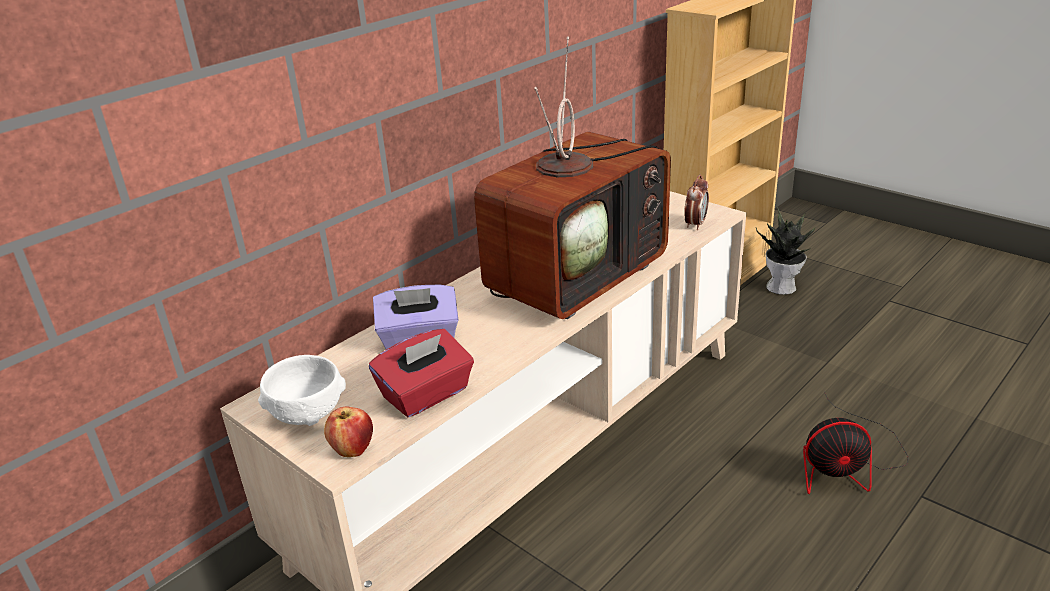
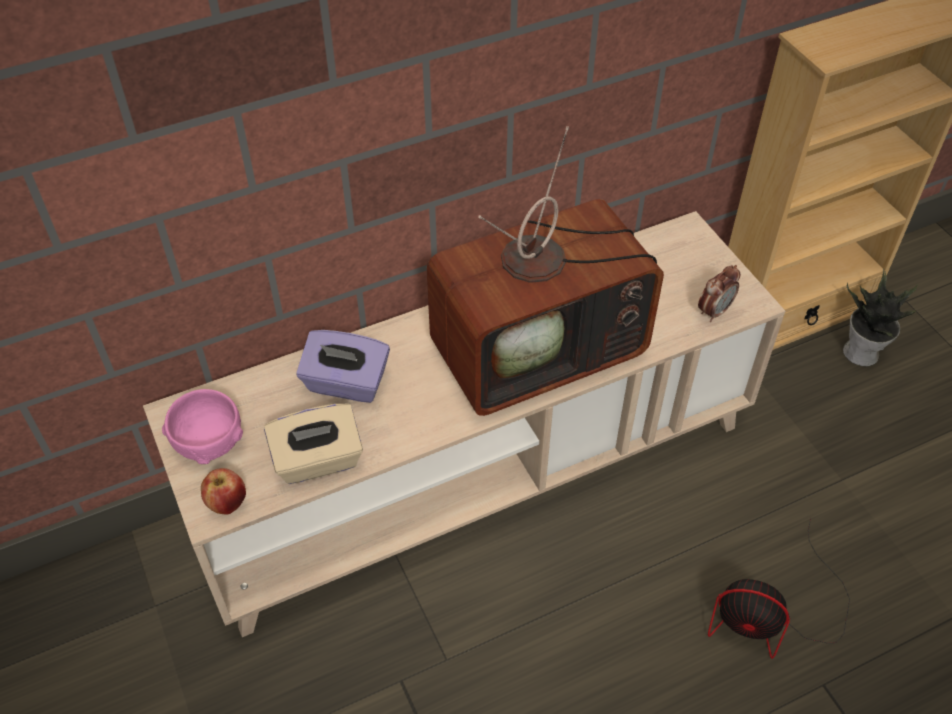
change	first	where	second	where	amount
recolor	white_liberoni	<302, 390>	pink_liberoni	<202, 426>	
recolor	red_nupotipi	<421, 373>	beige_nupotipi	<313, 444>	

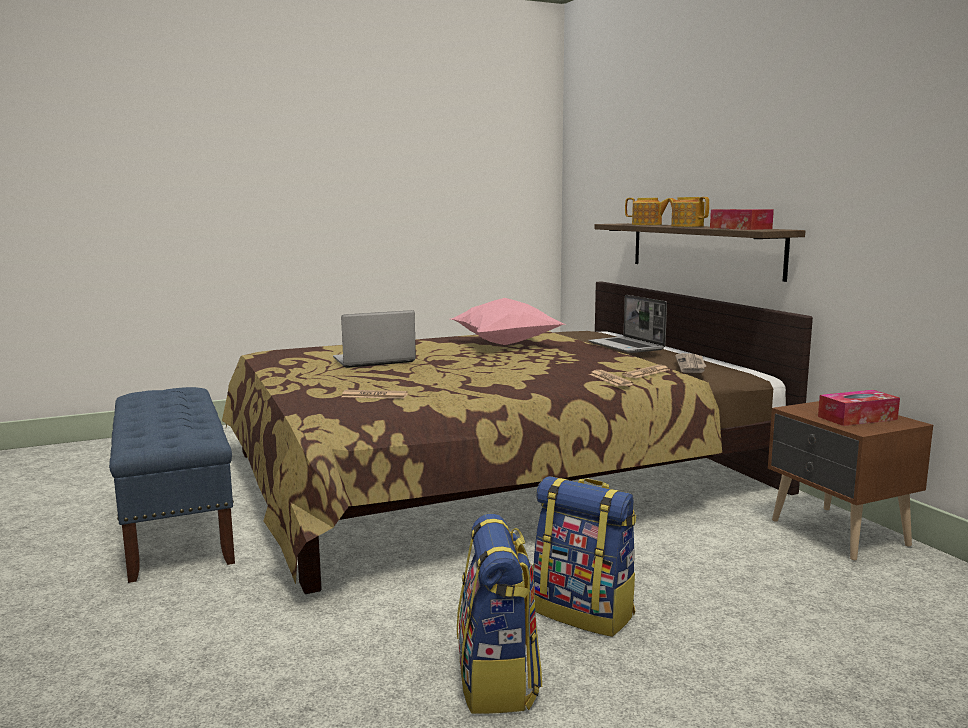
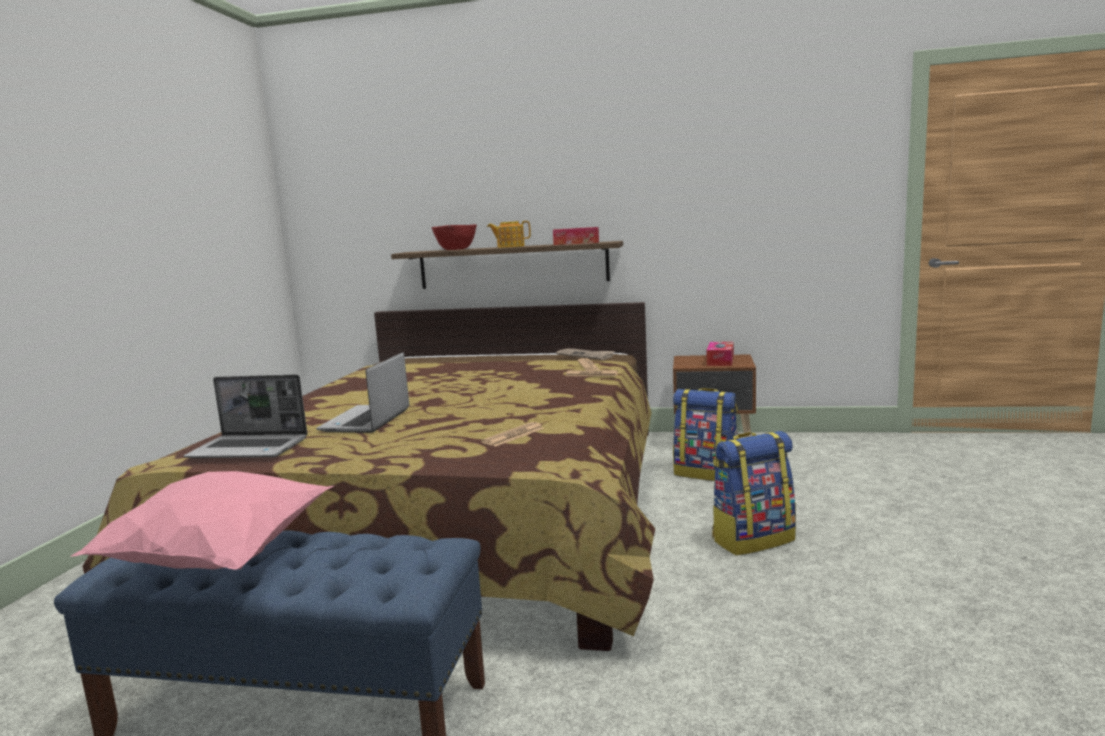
change	first	where	second	where	amount
move	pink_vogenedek	<507, 321>		<202, 520>	
move	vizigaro	<499, 614>		<705, 434>	
move	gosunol	<627, 324>		<245, 416>	
replace	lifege	<646, 211>	red_liberoni	<454, 237>	

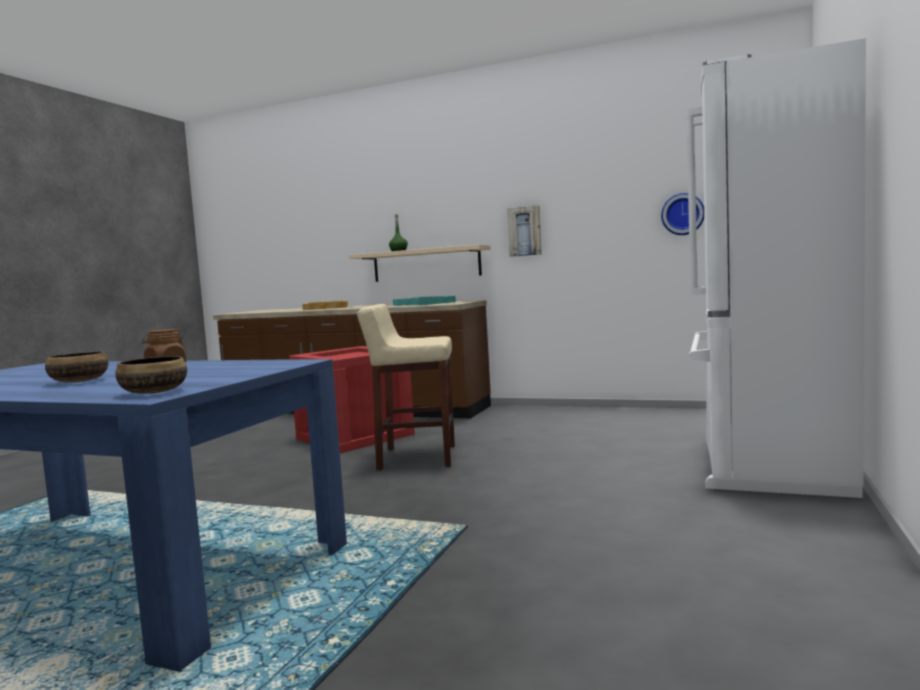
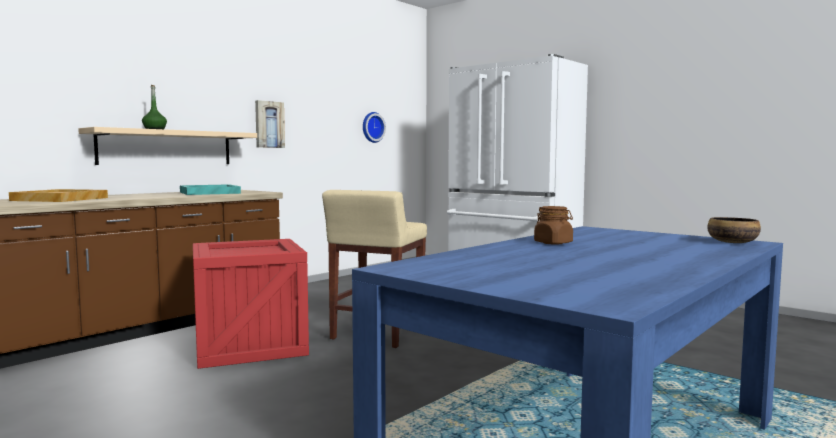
change	first	where	second	where	amount
delete	liberoni	<76, 367>			

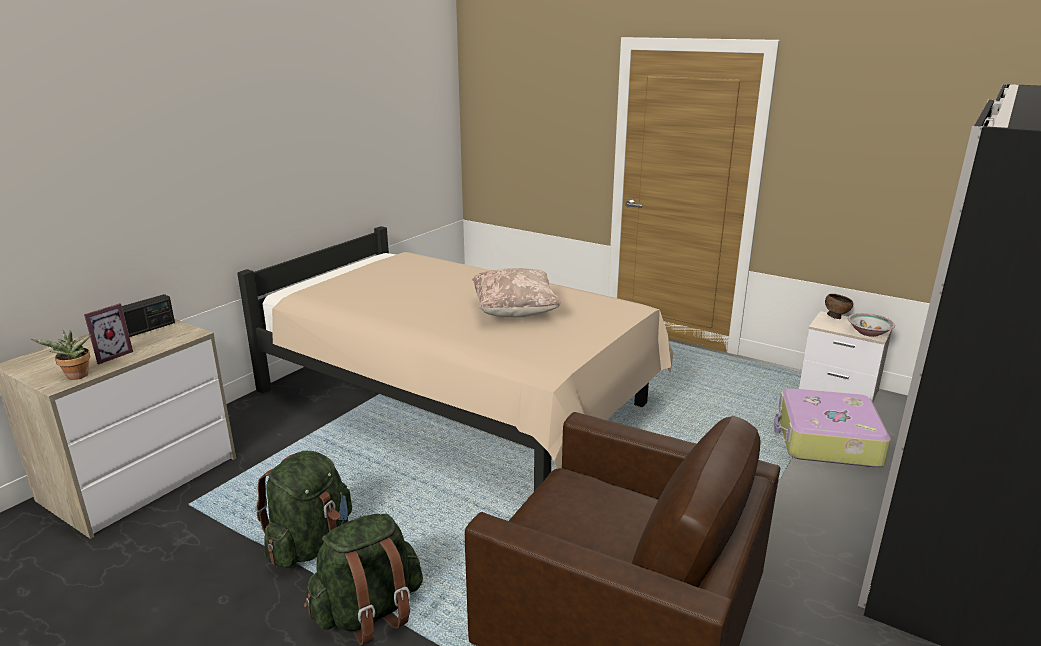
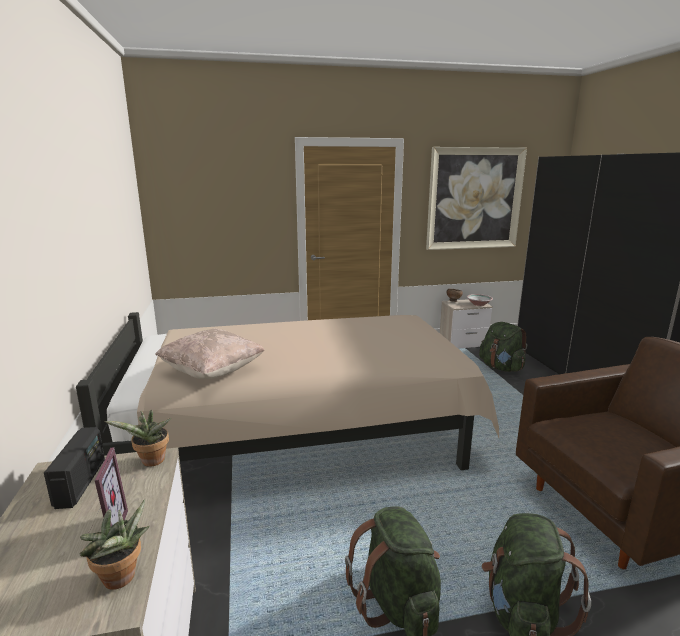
change	first	where	second	where	amount
insert			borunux	<138, 438>	
insert			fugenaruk	<476, 198>	
move	beige_vogenedek	<516, 293>		<210, 353>	
replace	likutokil	<832, 427>	green_vizigaro	<503, 347>	

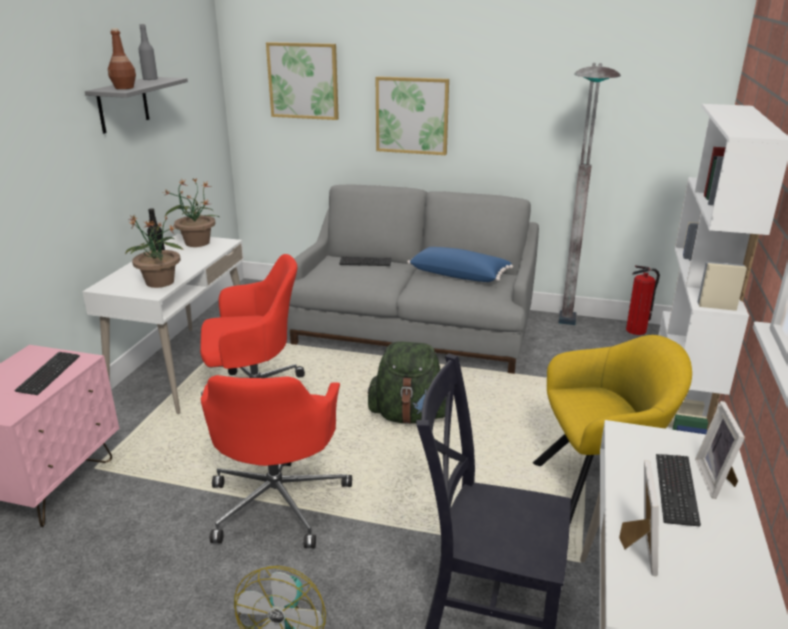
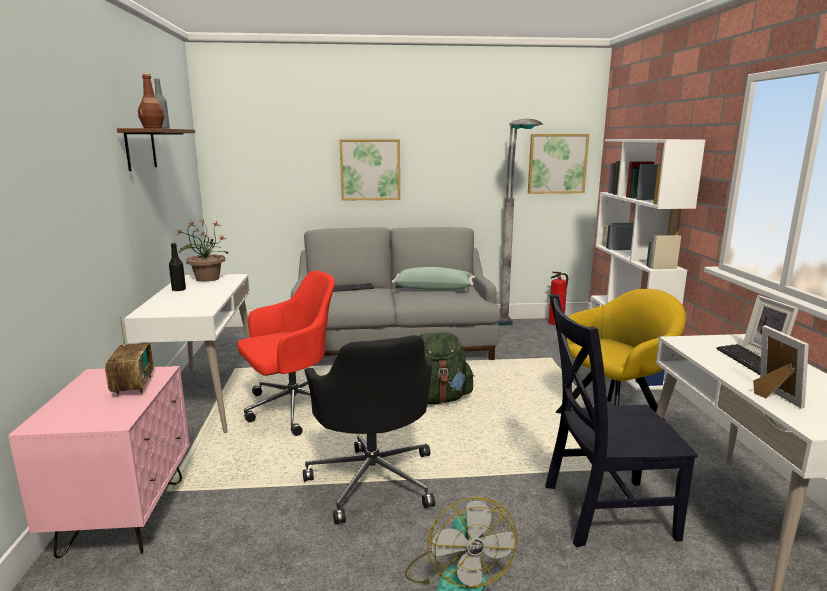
change	first	where	second	where	amount
delete	borunux	<155, 251>			
move	fugenaruk	<302, 81>		<558, 164>	
replace	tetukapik	<47, 373>	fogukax	<129, 357>	
recolor	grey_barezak	<136, 105>	brown_barezak	<156, 149>	
recolor	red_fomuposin	<276, 461>	black_fomuposin	<369, 429>	
recolor	blue_vogenedek	<460, 264>	green_vogenedek	<433, 278>	

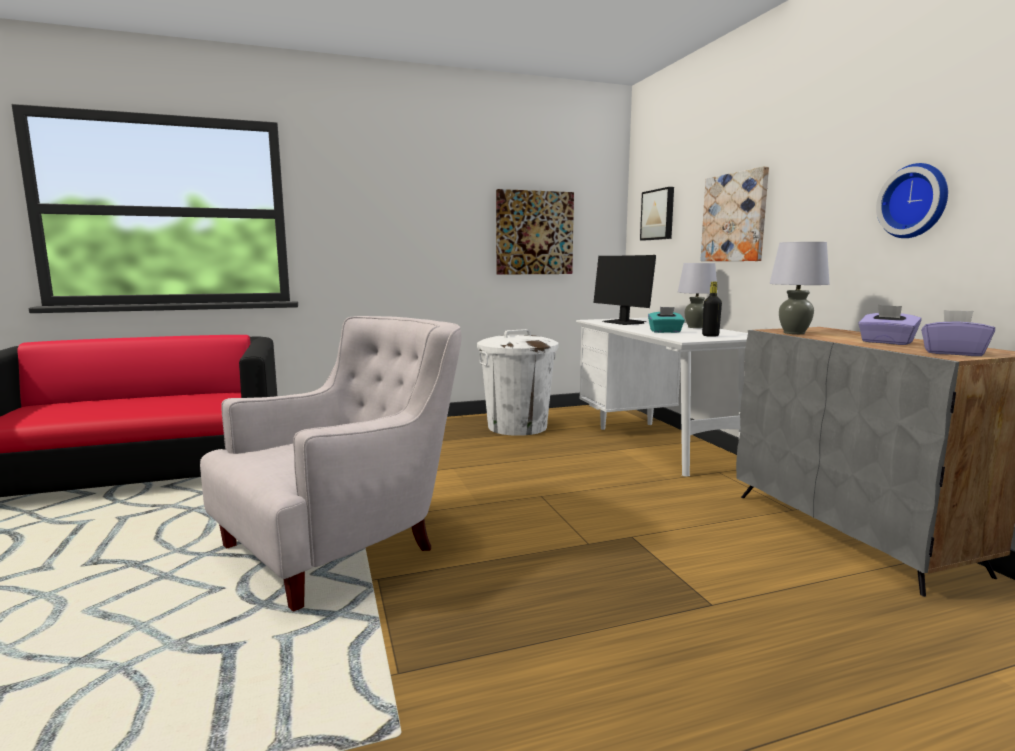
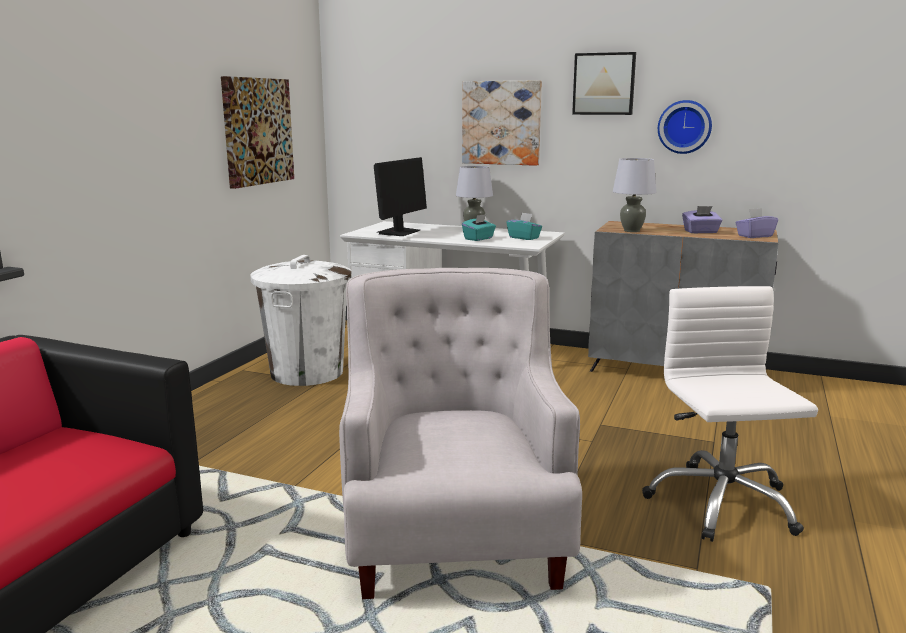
change	first	where	second	where	amount
insert			white_fomuposin	<730, 414>	
move	fugenaruk	<657, 214>		<604, 83>	
replace	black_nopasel	<712, 309>	turquoise_nupotipi	<524, 226>	
rotate	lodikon	<624, 290>		<400, 196>	75 degrees counterclockwise

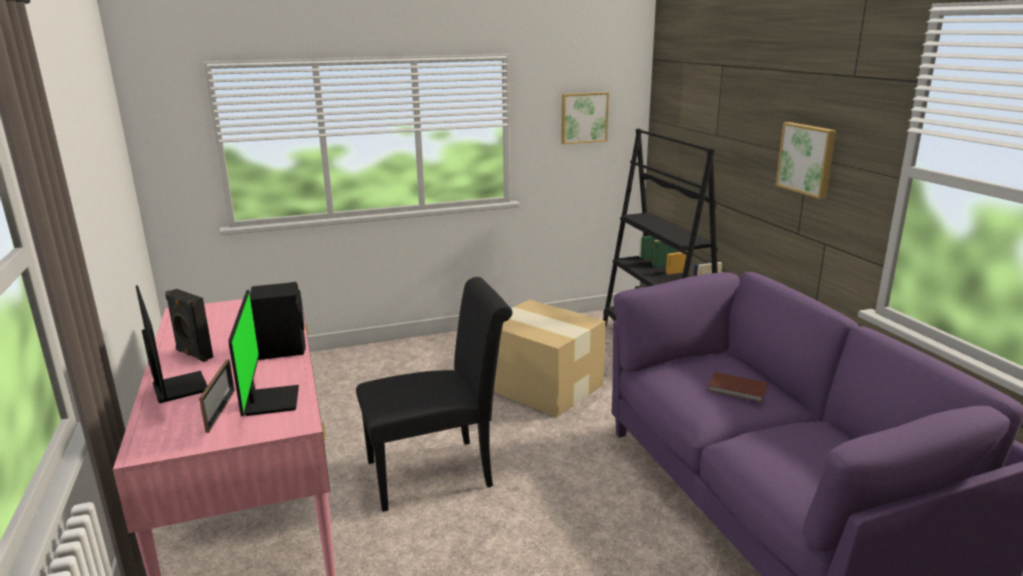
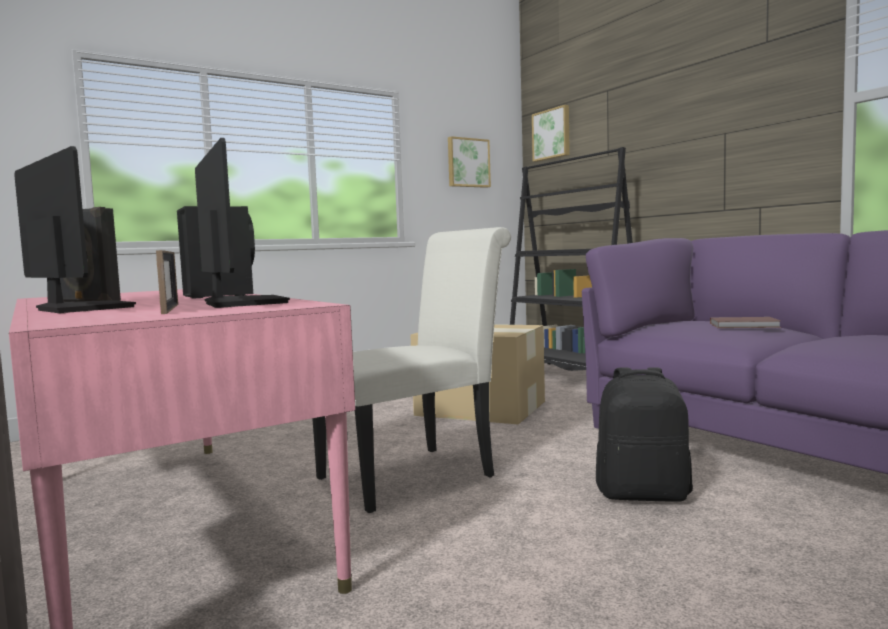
change	first	where	second	where	amount
insert			black_vizigaro	<644, 434>	
move	fugenaruk	<806, 160>		<551, 133>	
recolor	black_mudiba	<434, 394>	white_mudiba	<411, 370>	

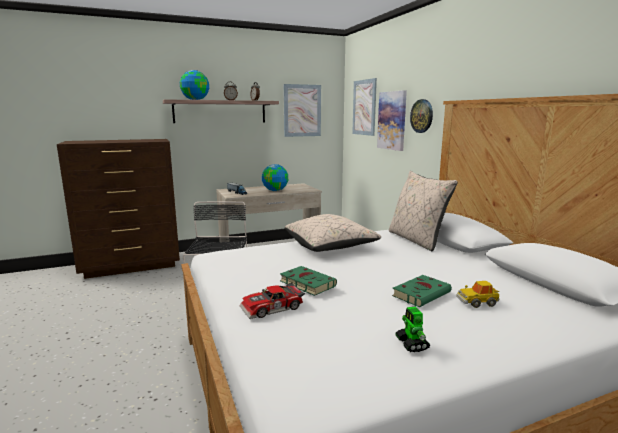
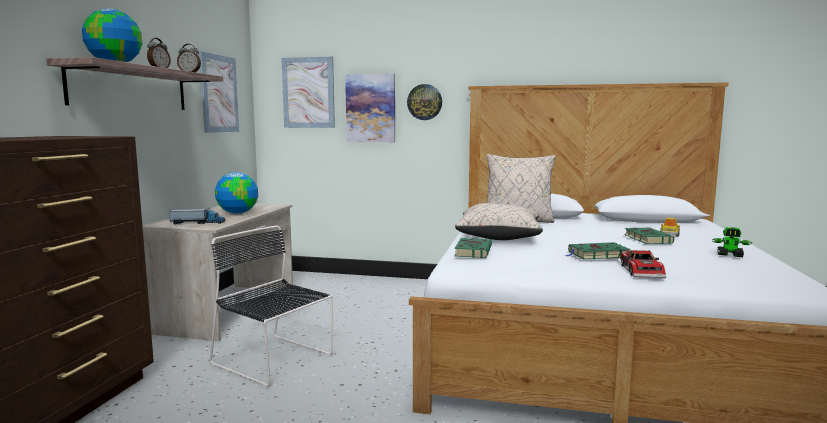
change	first	where	second	where	amount
insert			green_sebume	<473, 248>	

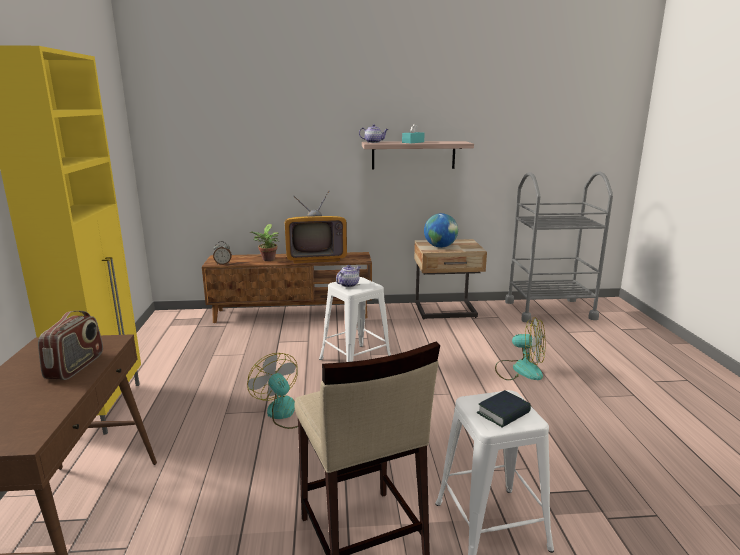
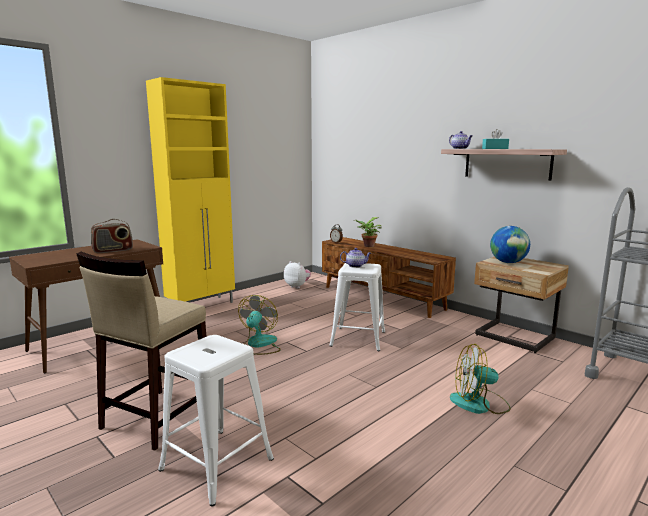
change	first	where	second	where	amount
delete	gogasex	<316, 226>			
delete	sebume	<504, 408>			
insert			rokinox	<297, 275>	
rotate	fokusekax	<520, 348>		<480, 379>	105 degrees clockwise

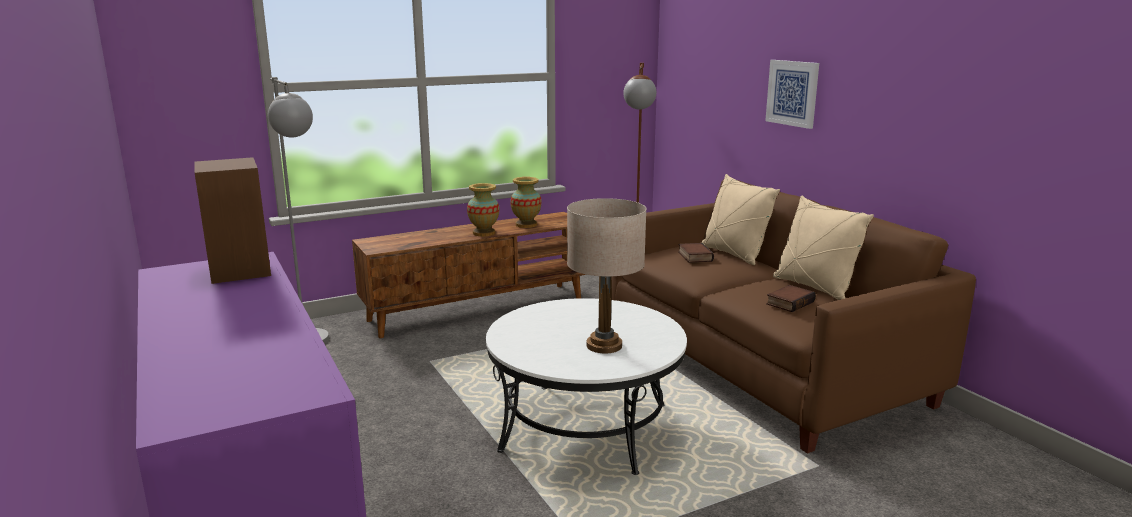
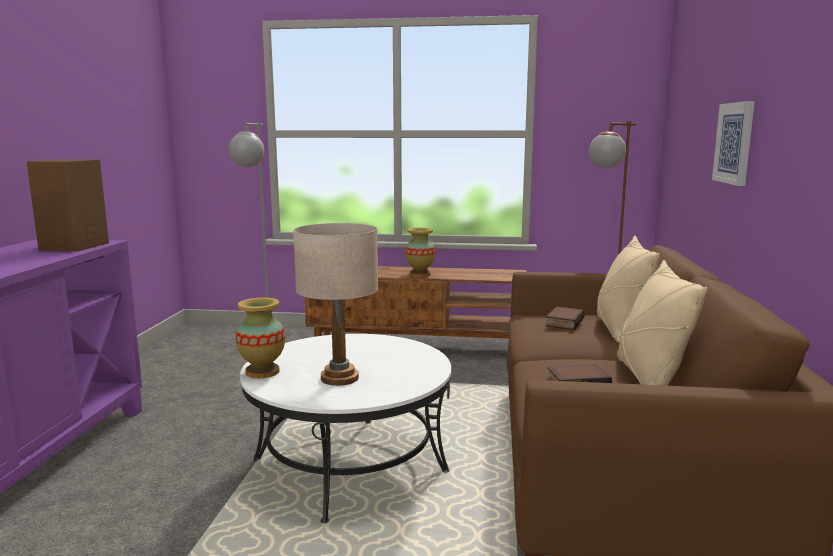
change	first	where	second	where	amount
move	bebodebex	<525, 202>		<260, 338>	

